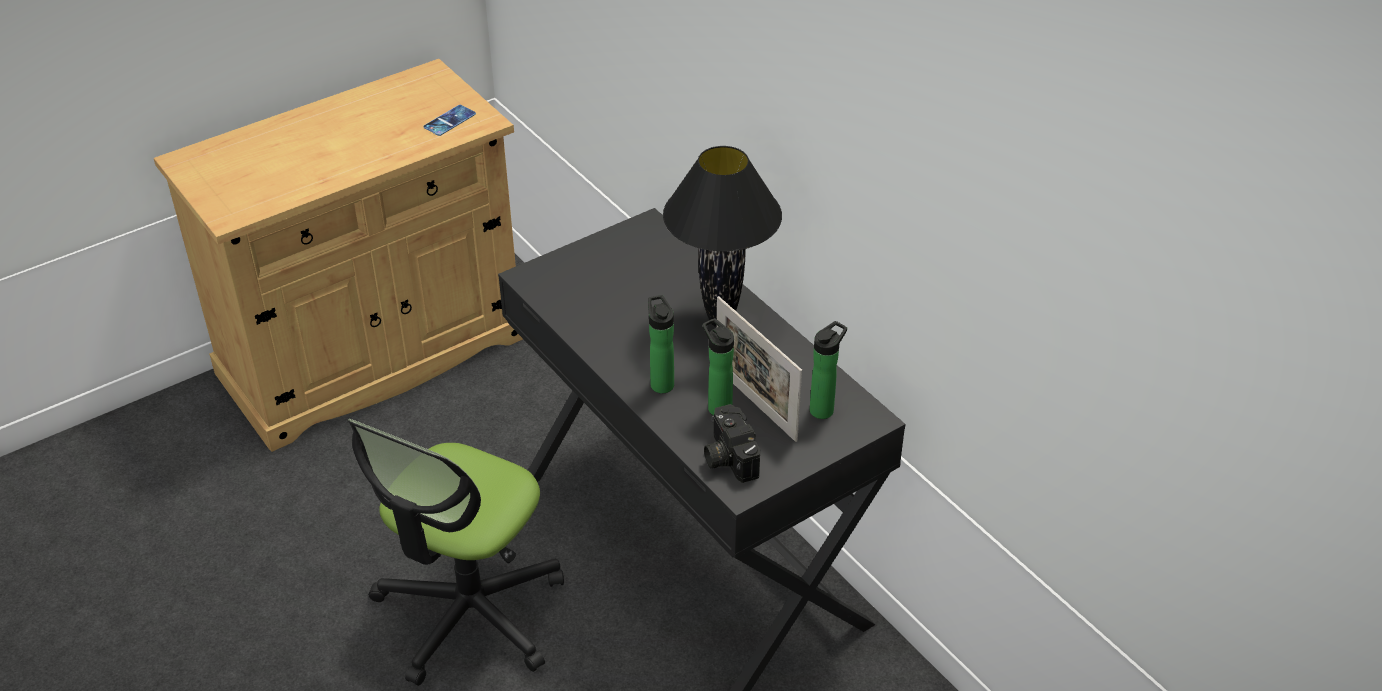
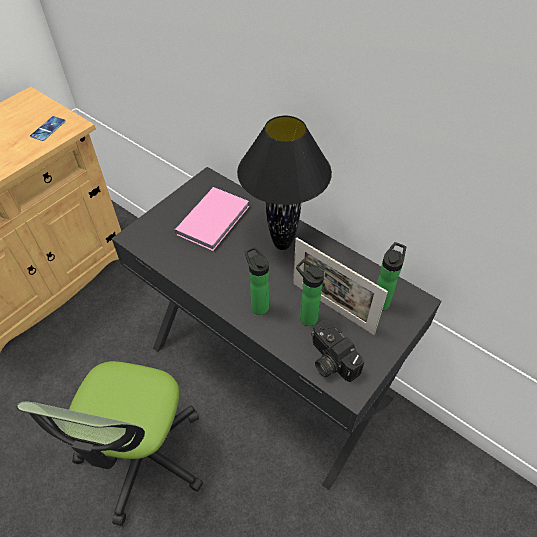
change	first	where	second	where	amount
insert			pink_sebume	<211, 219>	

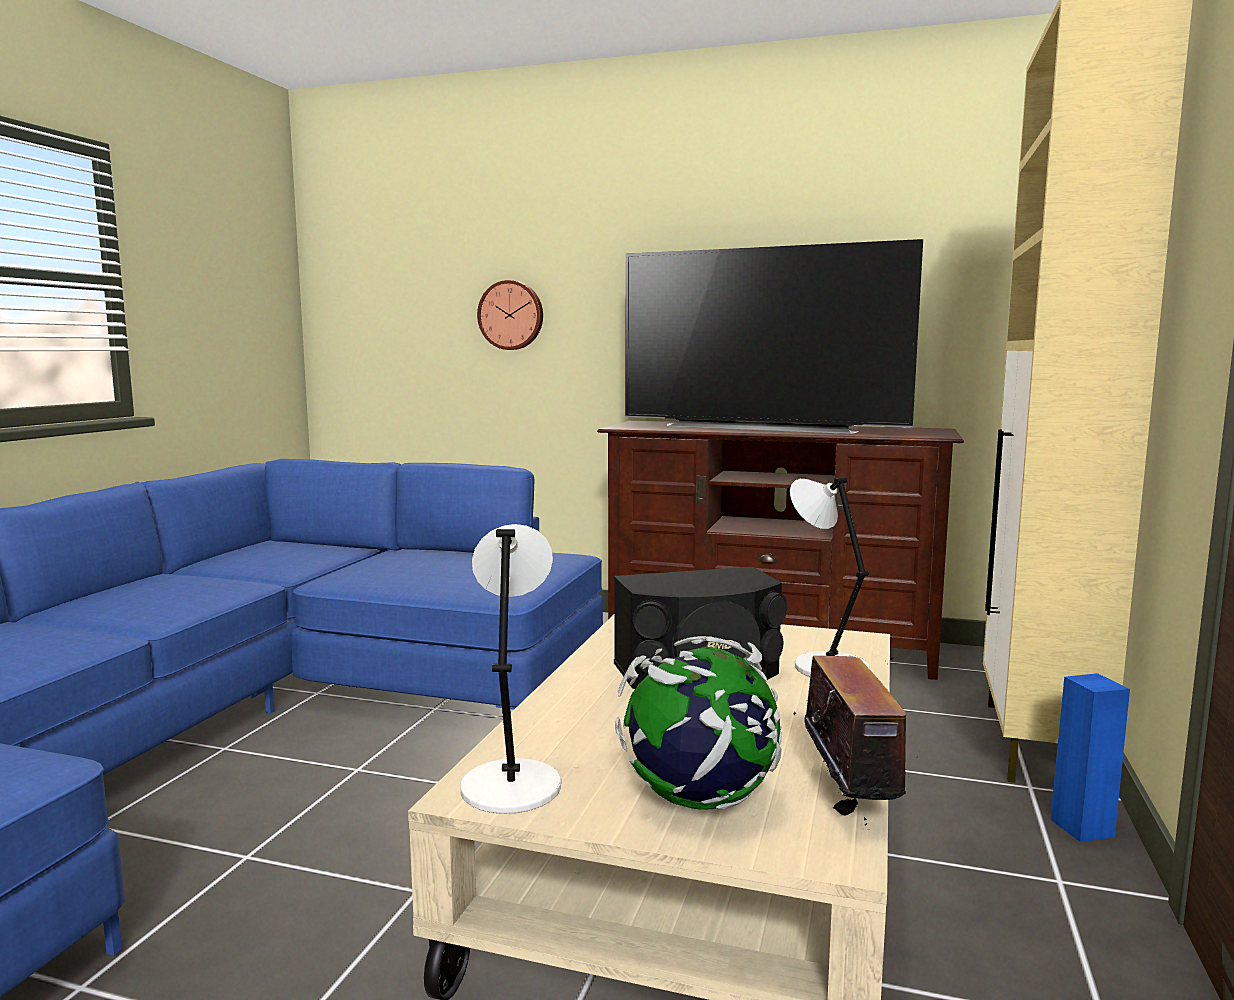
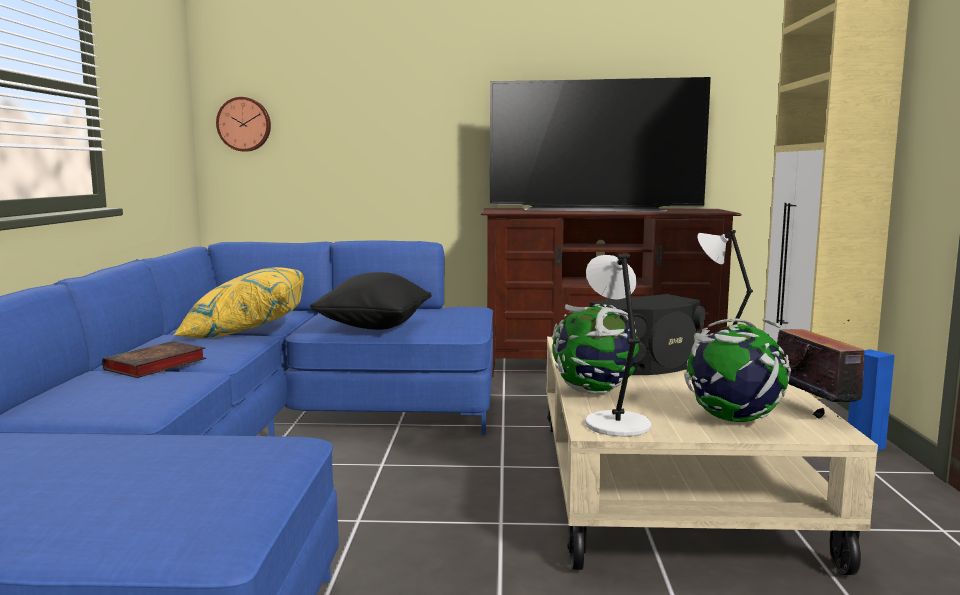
change	first	where	second	where	amount
insert			sebume	<154, 359>	
insert			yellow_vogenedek	<238, 302>	
insert			black_vogenedek	<371, 301>	
insert			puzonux	<595, 349>	
move	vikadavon	<510, 315>		<243, 124>	

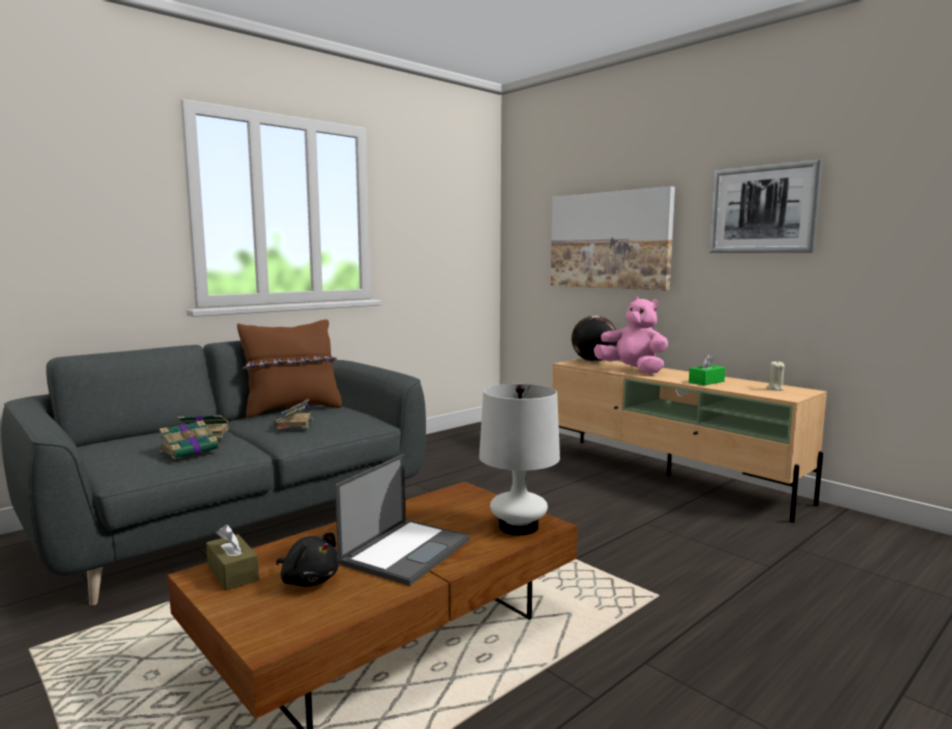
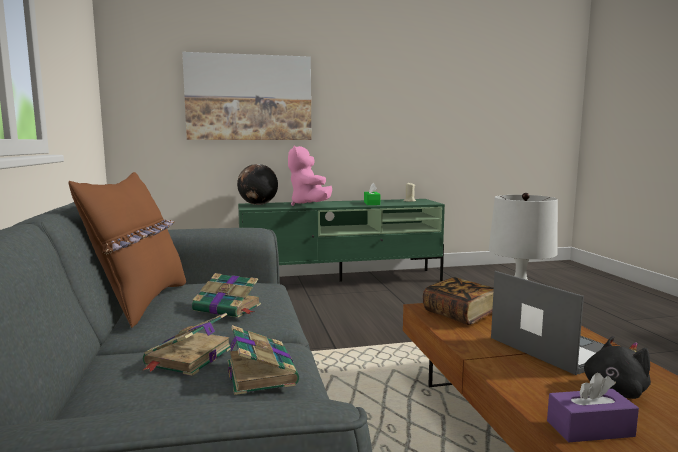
change	first	where	second	where	amount
delete	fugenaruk	<765, 206>			
insert			sebume	<458, 301>	
recolor	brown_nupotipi	<232, 557>	purple_nupotipi	<593, 408>	
recolor	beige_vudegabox	<689, 440>	green_vudegabox	<341, 240>	
rotate	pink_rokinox	<631, 335>		<310, 175>	90 degrees counterclockwise

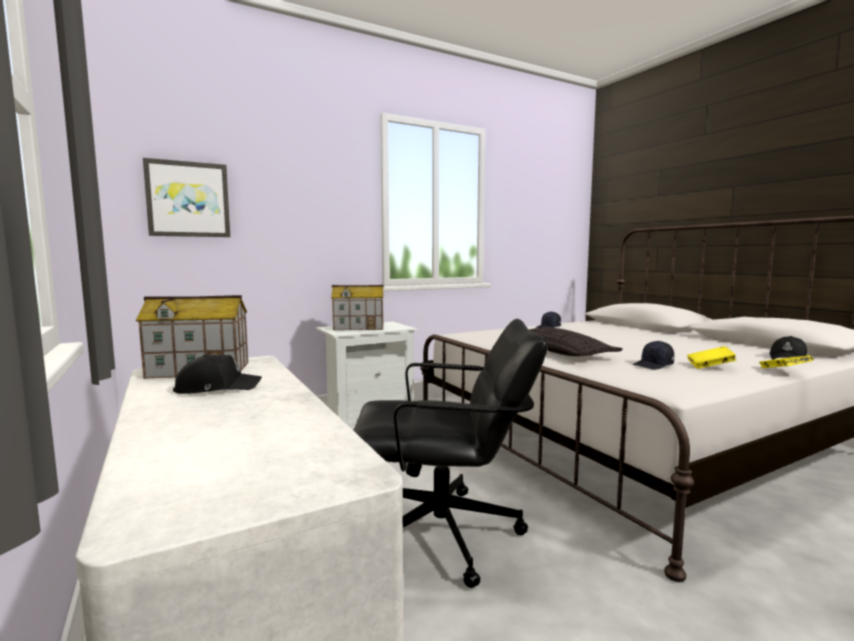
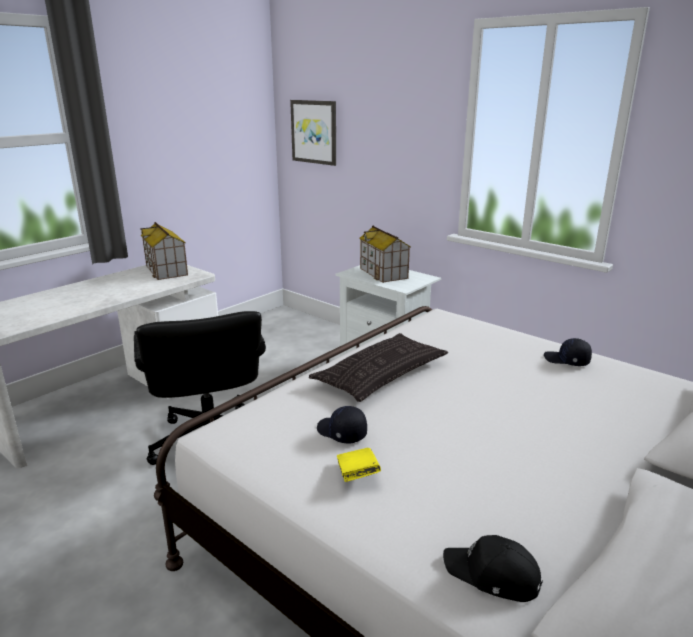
change	first	where	second	where	amount
delete	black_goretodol	<217, 374>			
delete	yellow_sebume	<786, 361>			

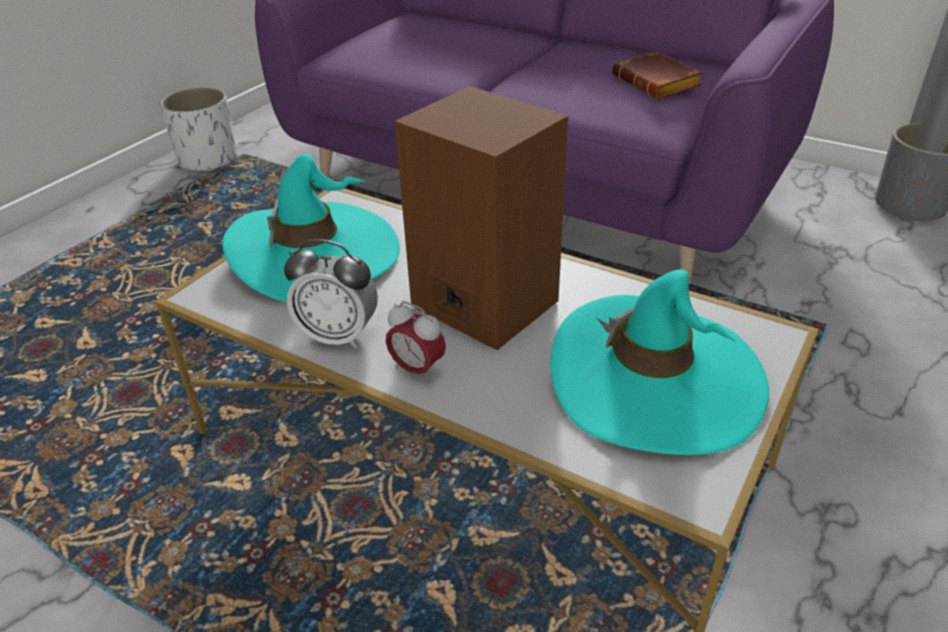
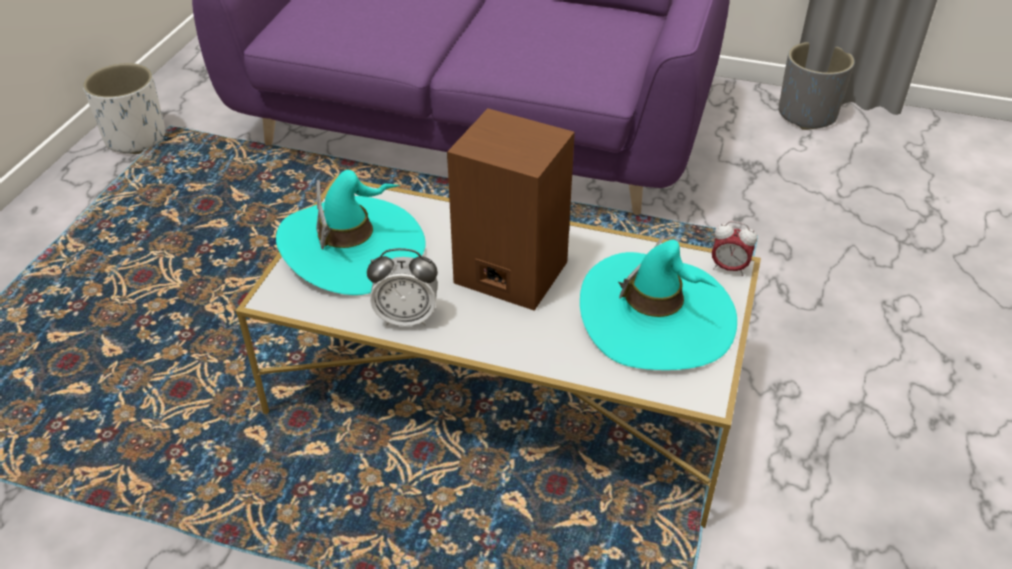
change	first	where	second	where	amount
delete	brown_sebume	<657, 75>			
move	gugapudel	<416, 342>		<734, 248>	

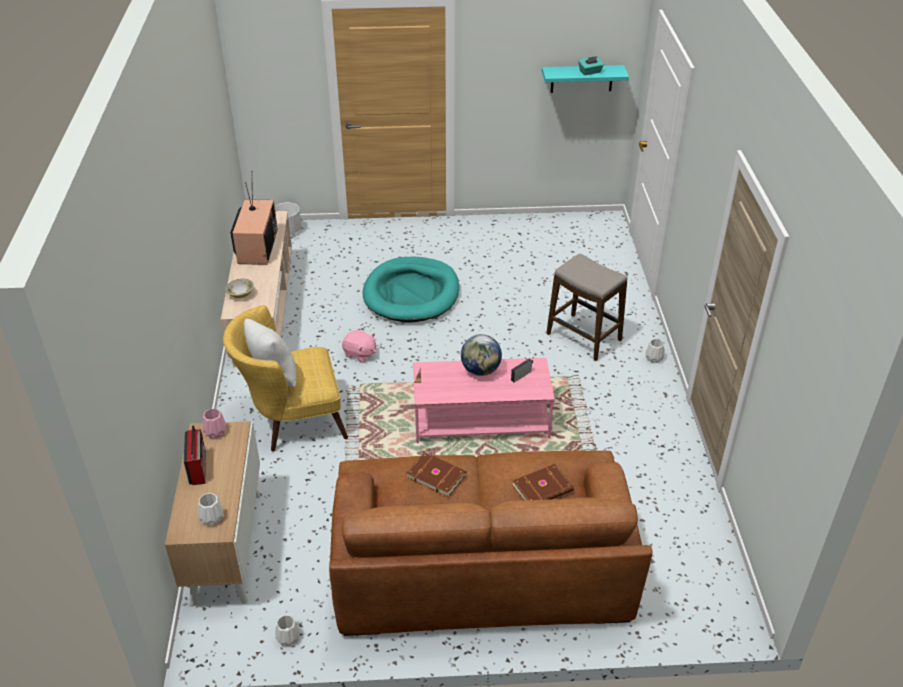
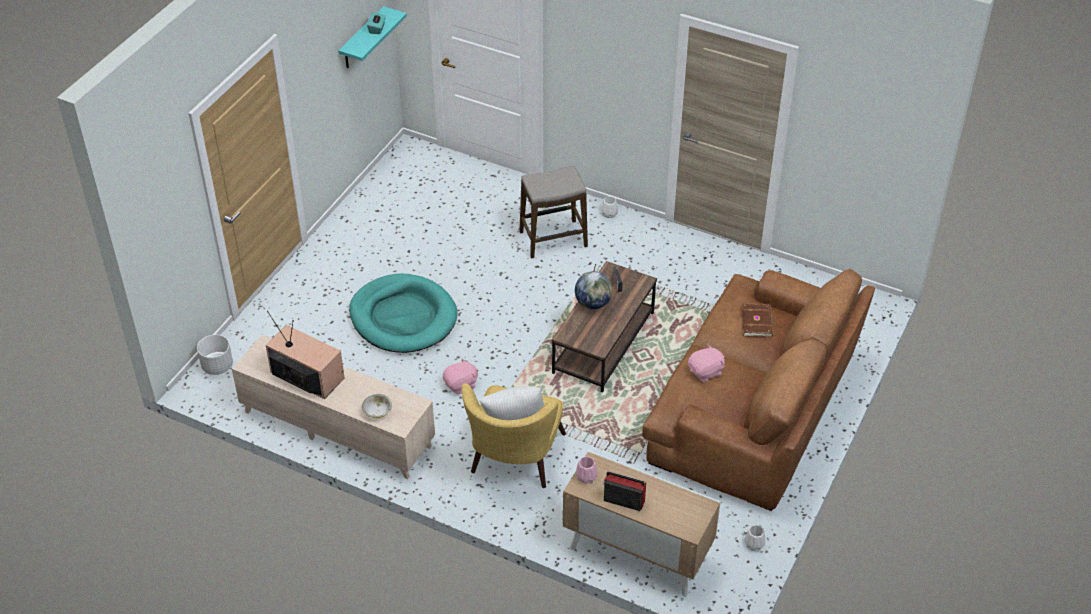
change	first	where	second	where	amount
delete	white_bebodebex	<210, 509>			
replace	brown_sebume	<436, 474>	pink_rokinox	<706, 363>	
recolor	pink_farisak	<484, 400>	brown_farisak	<604, 326>	

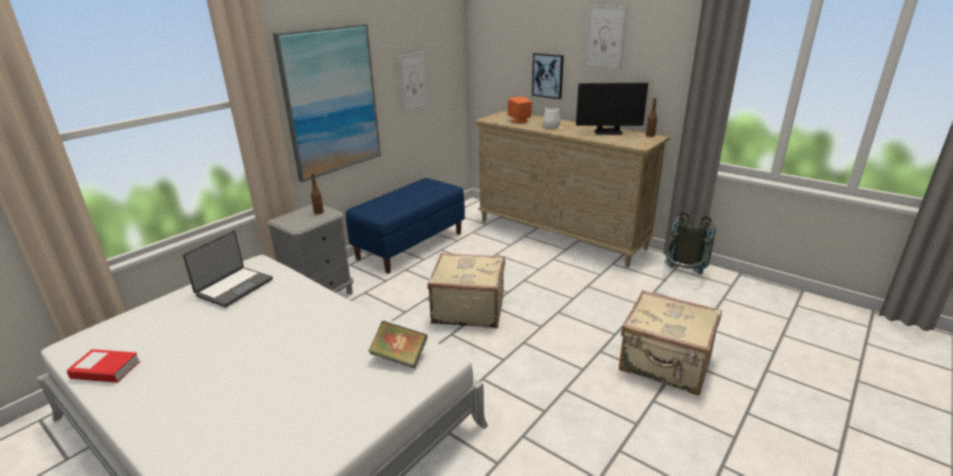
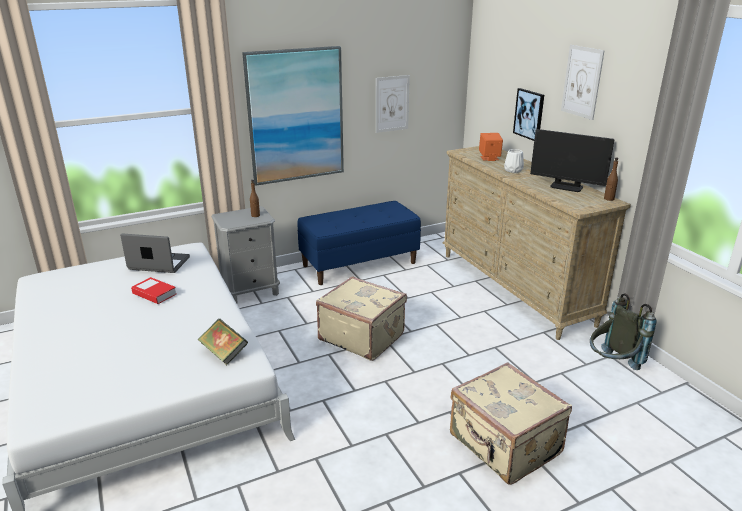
change	first	where	second	where	amount
move	sebume	<103, 366>		<153, 290>	
rotate	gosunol	<228, 269>		<155, 253>	135 degrees counterclockwise

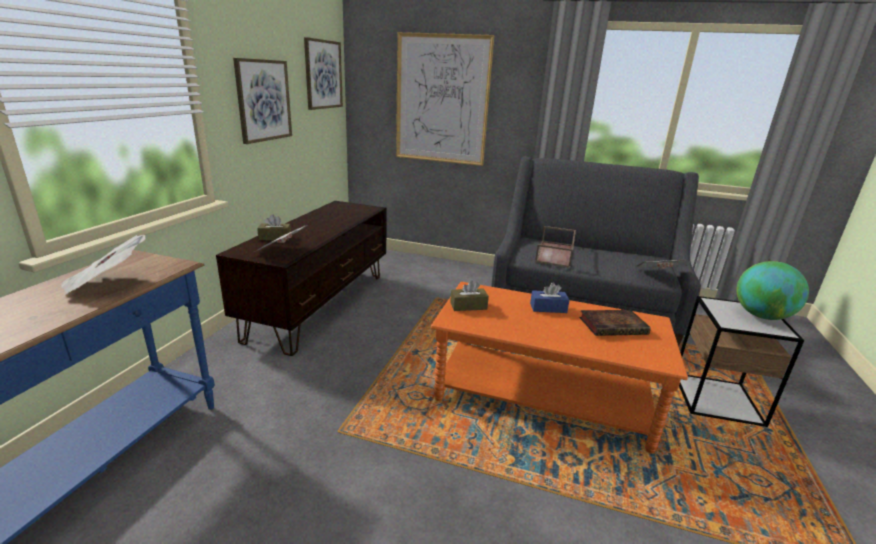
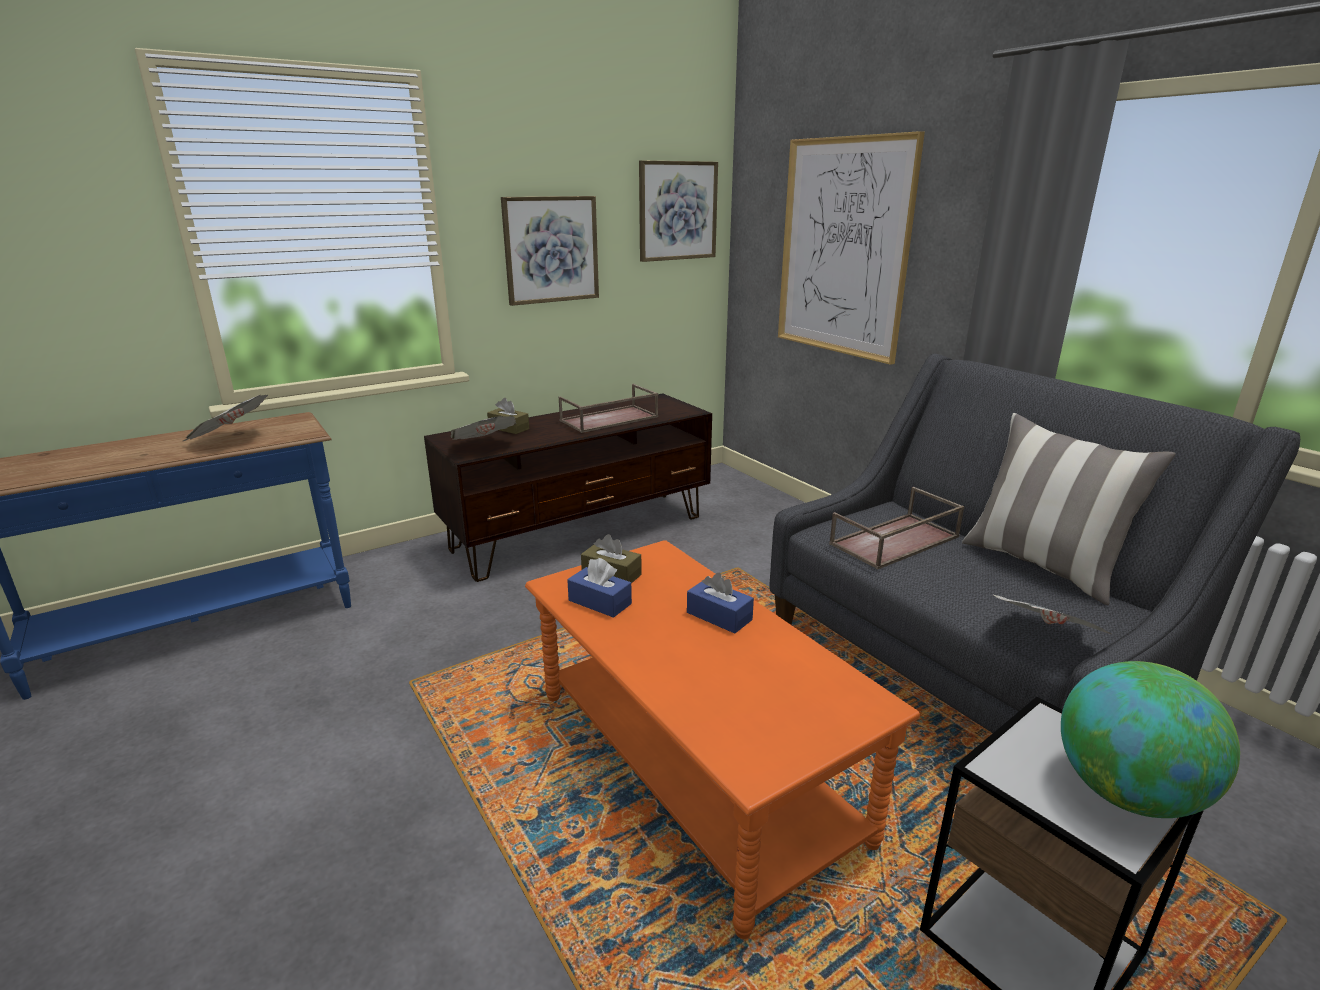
change	first	where	second	where	amount
delete	sebume	<615, 323>			
insert			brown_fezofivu	<608, 408>	
insert			blue_nupotipi	<599, 588>	
insert			vogenedek	<1068, 509>	

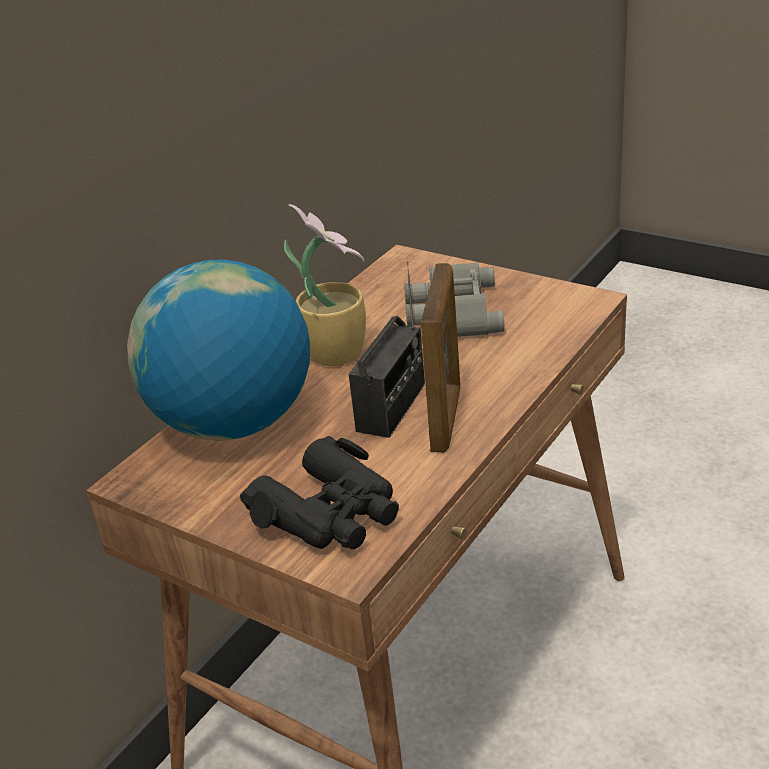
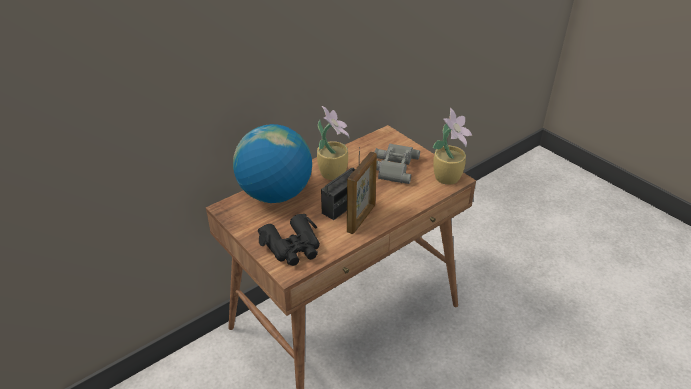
change	first	where	second	where	amount
insert			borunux	<452, 146>	

